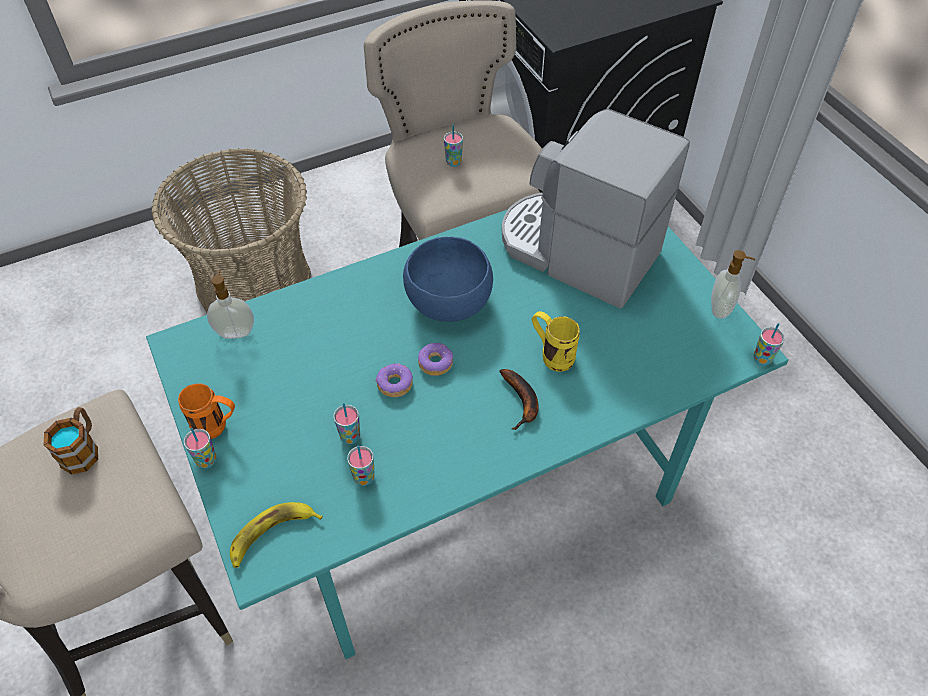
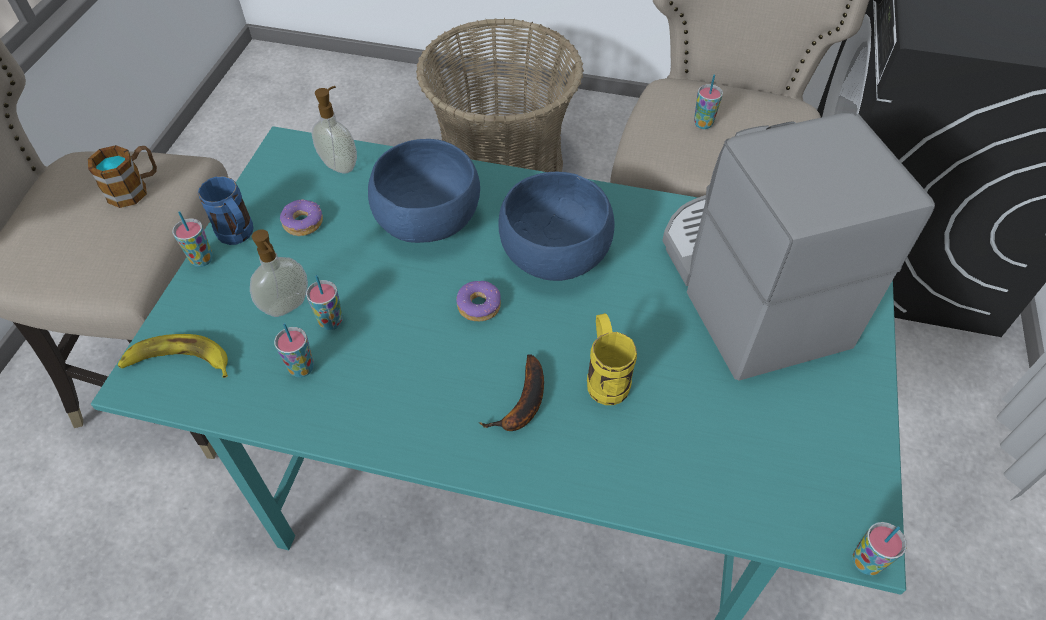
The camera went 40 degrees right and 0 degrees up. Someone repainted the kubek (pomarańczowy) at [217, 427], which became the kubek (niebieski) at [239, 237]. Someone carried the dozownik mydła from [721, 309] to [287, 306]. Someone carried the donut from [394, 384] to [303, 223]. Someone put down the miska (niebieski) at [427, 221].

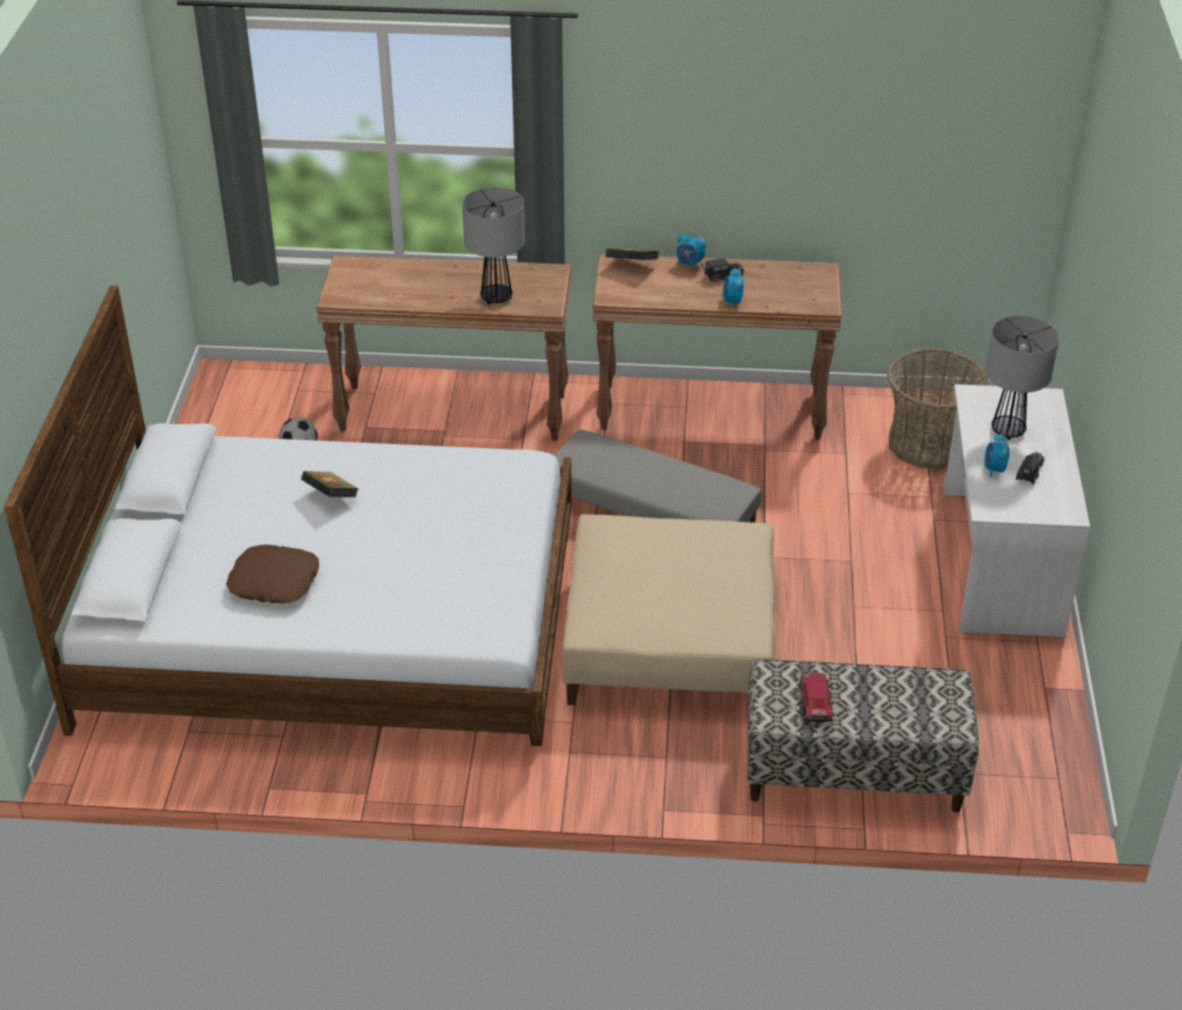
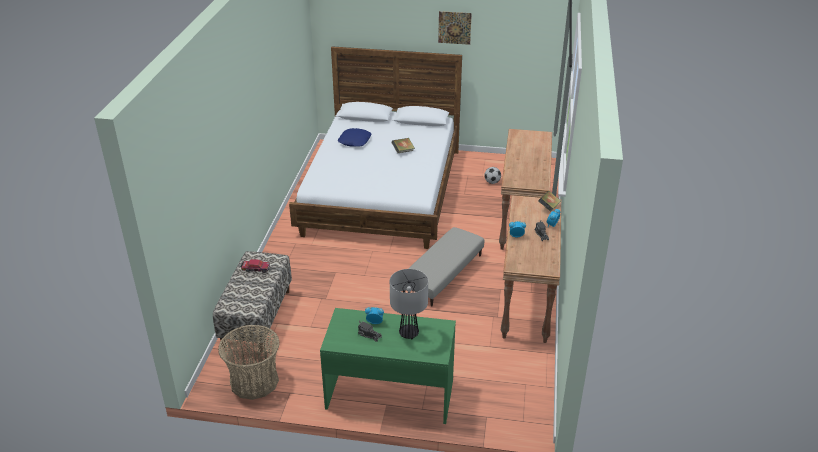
The camera went 95 degrees right and 5 degrees down. Someone carried the koszyk from [928, 443] to [254, 381]. Someone repainted the biurko (biały) at [999, 561], which became the biurko (zielony) at [390, 394]. Someone repainted the poduszka (brązowy) at [274, 581], which became the poduszka (niebieski) at [355, 141]. Someone put up the obraz at [454, 27]. Someone took away the lampa stołowa at [496, 298]. Someone took away the pufa (beżowy) at [670, 640].

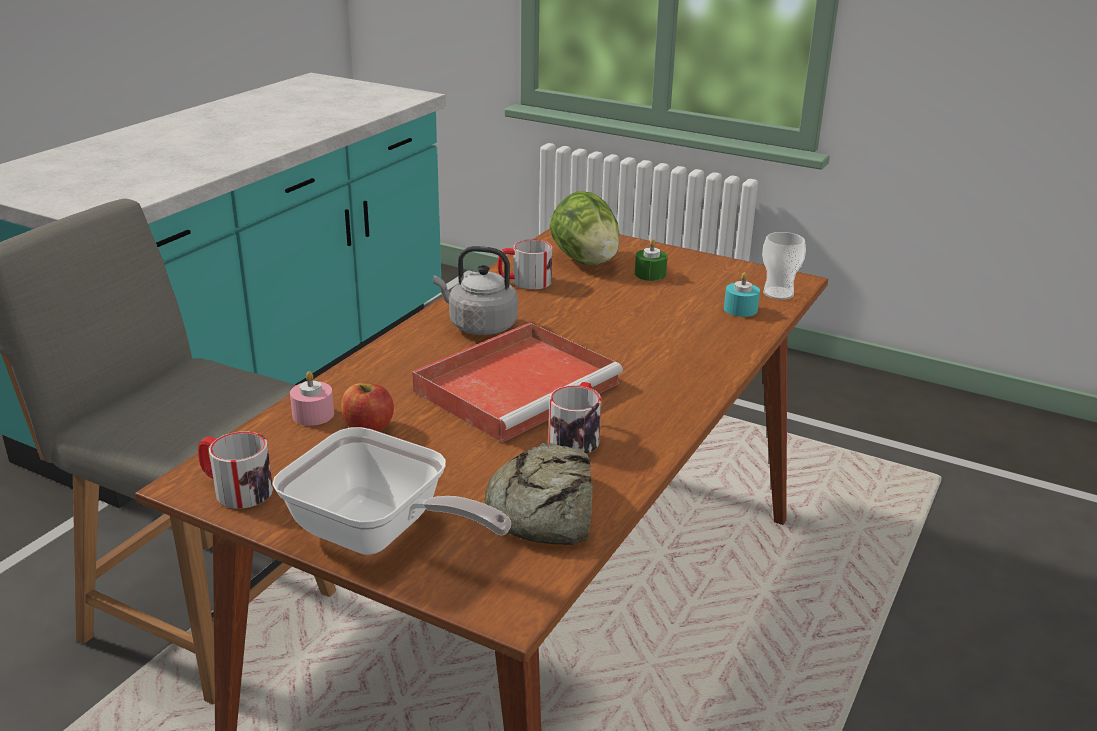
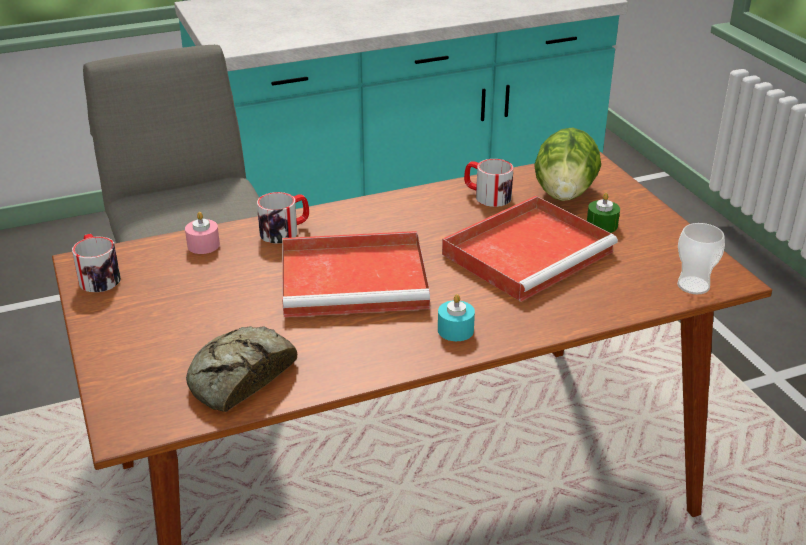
The camera went 40 degrees right and 5 degrees up. Someone carried the kubek from [577, 436] to [285, 231]. Someone carried the świeca (turkusowy) from [740, 309] to [455, 330]. Someone put down the taca (czerwony) at [529, 251]. Someone took away the patelnia at [379, 535]. Someone took away the jabłko at [368, 427]. Someone took away the czajnik (szary) at [479, 326].

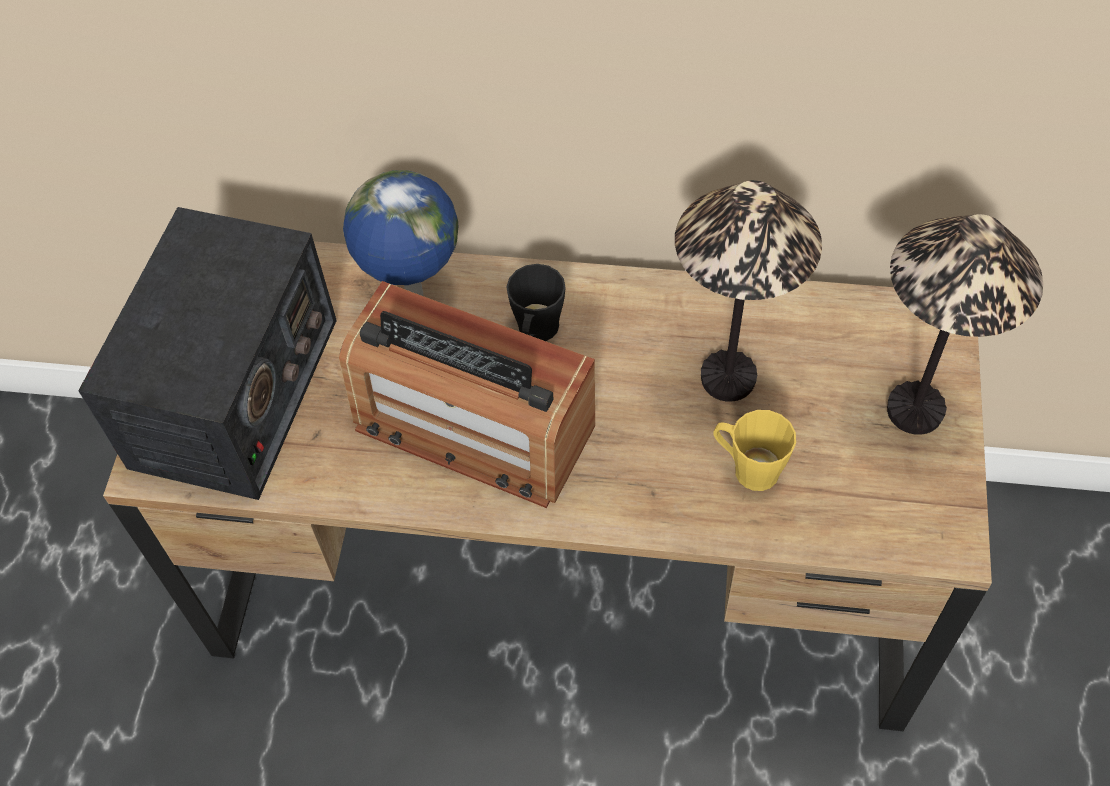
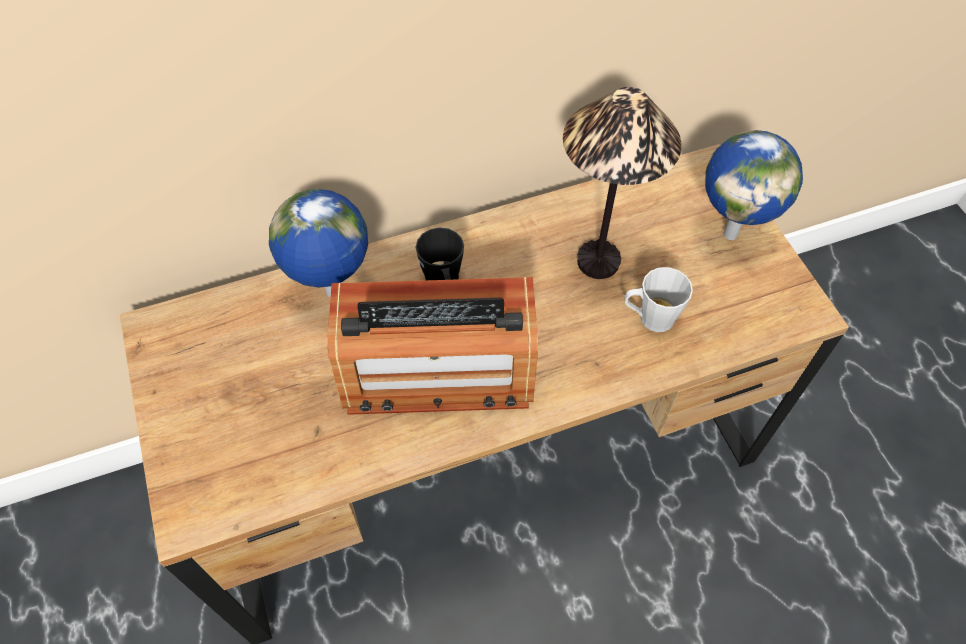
The camera went 30 degrees left and 0 degrees up. Someone repainted the kubek (żółty) at [748, 468], which became the kubek (szary) at [650, 318]. Someone swapped the lampa stołowa at [915, 409] for the globus at [731, 233]. Someone took away the radio at [234, 393].

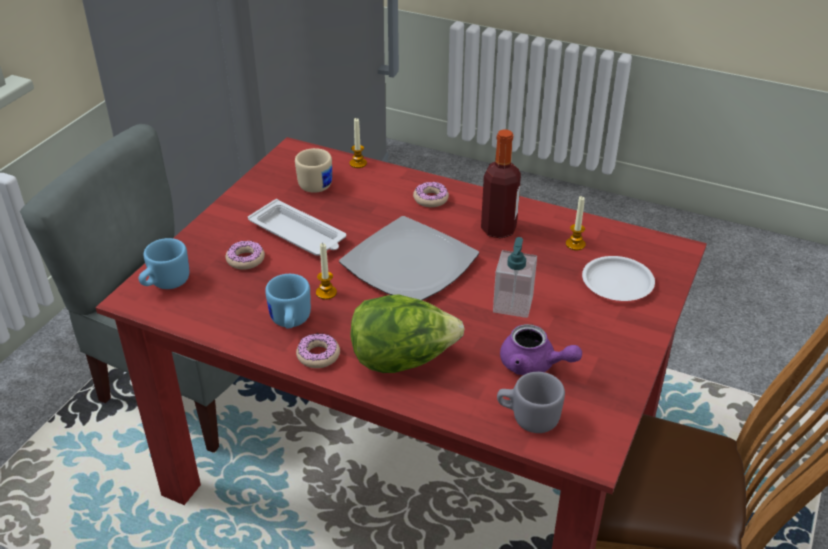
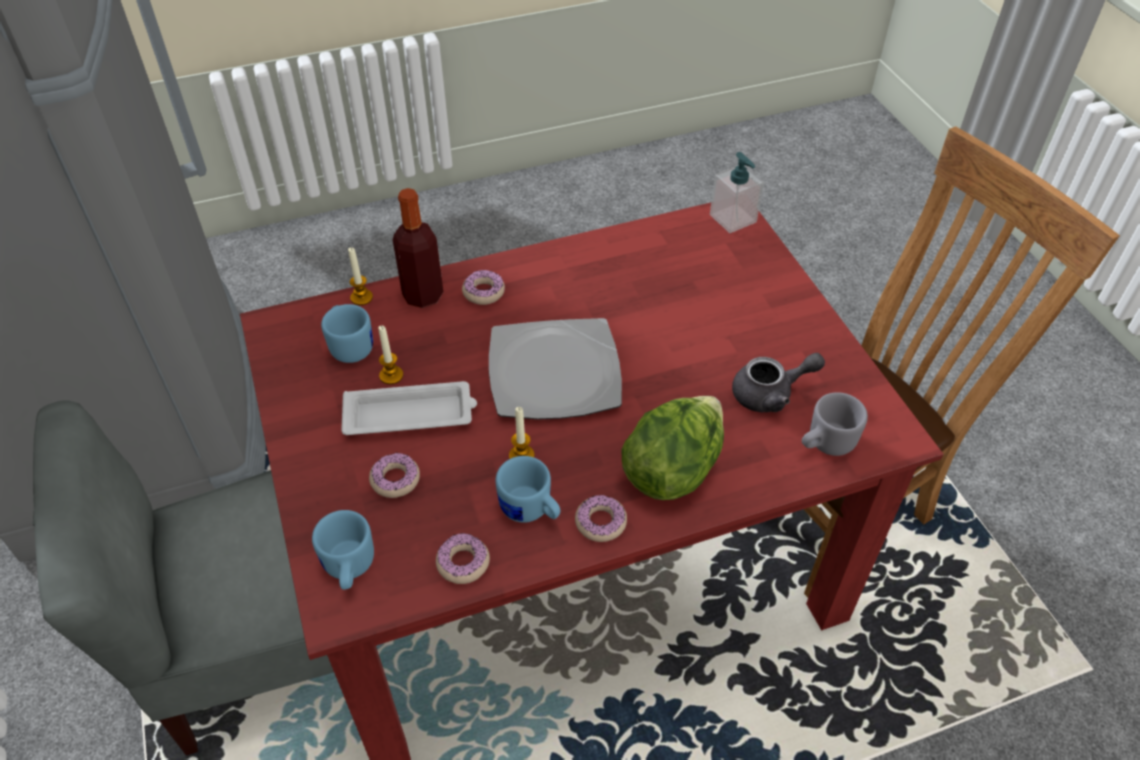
The camera went 45 degrees left and 10 degrees up. Someone repainted the kubek (beżowy) at [318, 183], which became the kubek (niebieski) at [350, 345]. Someone carried the świeca from [575, 244] to [391, 375]. Someone carried the butelka from [498, 229] to [423, 295]. Someone put down the donut at [463, 563]. Someone carried the dozownik mydła from [513, 304] to [733, 219]. Someone repainted the imbryk (fioletowy) at [534, 365], which became the imbryk (szary) at [770, 394]. Someone took away the talerz (biały) at [617, 283].

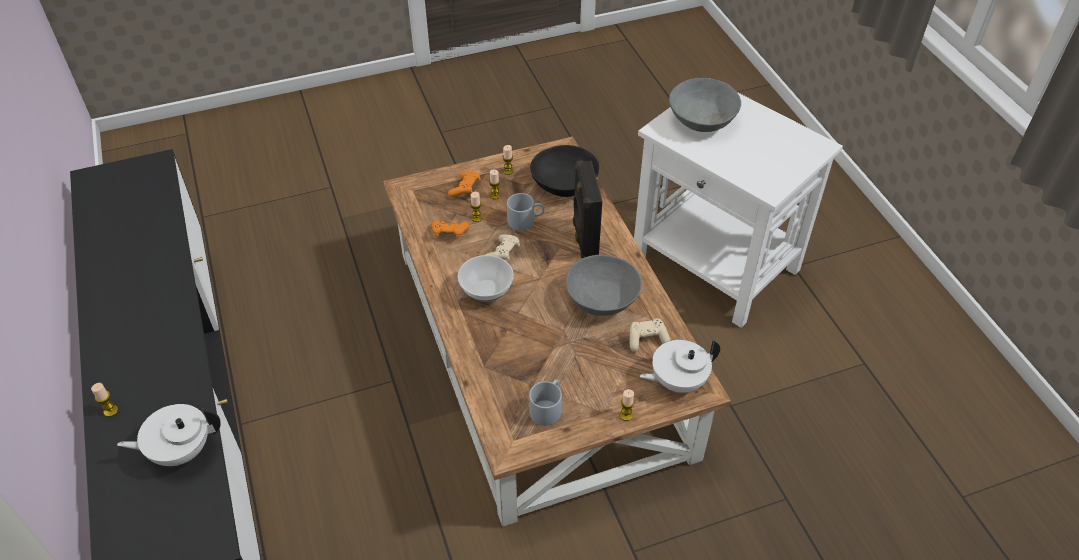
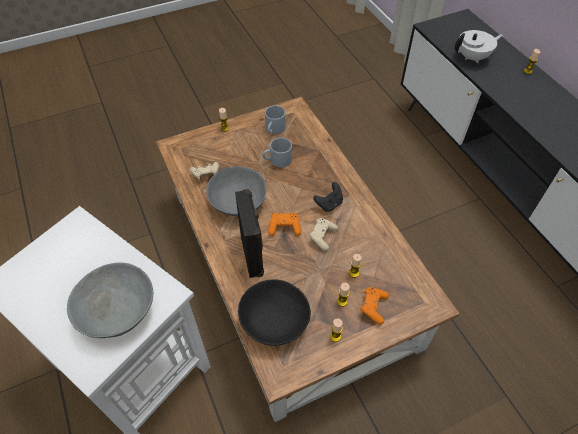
The camera went 175 degrees right and 5 degrees up. Someone carried the kubek (szary) from [525, 220] to [277, 160]. Someone carried the pad do gier (pomarańczowy) from [449, 234] to [284, 228]. Someone swapped the miska at [486, 290] for the pad do gier (czarny) at [329, 204]. Someone took away the imbryk (biały) at [677, 381].

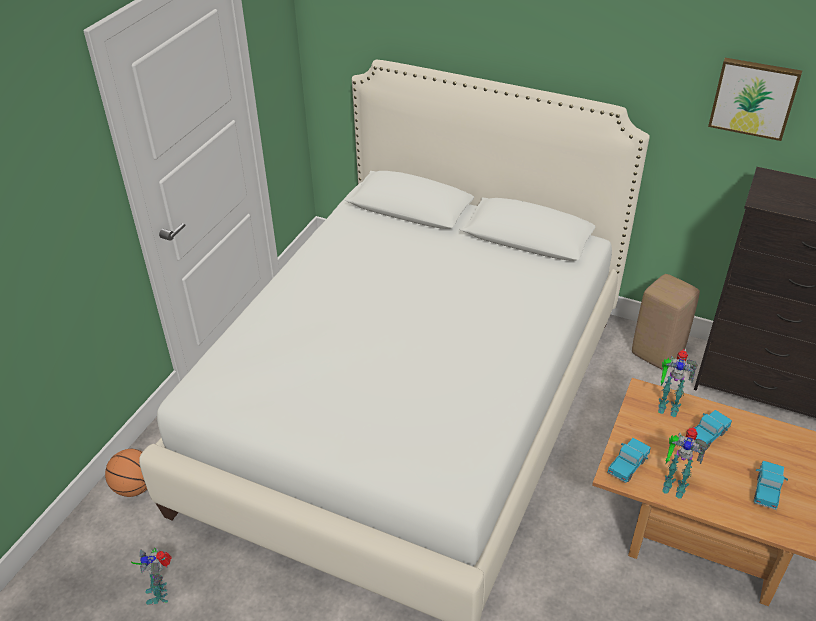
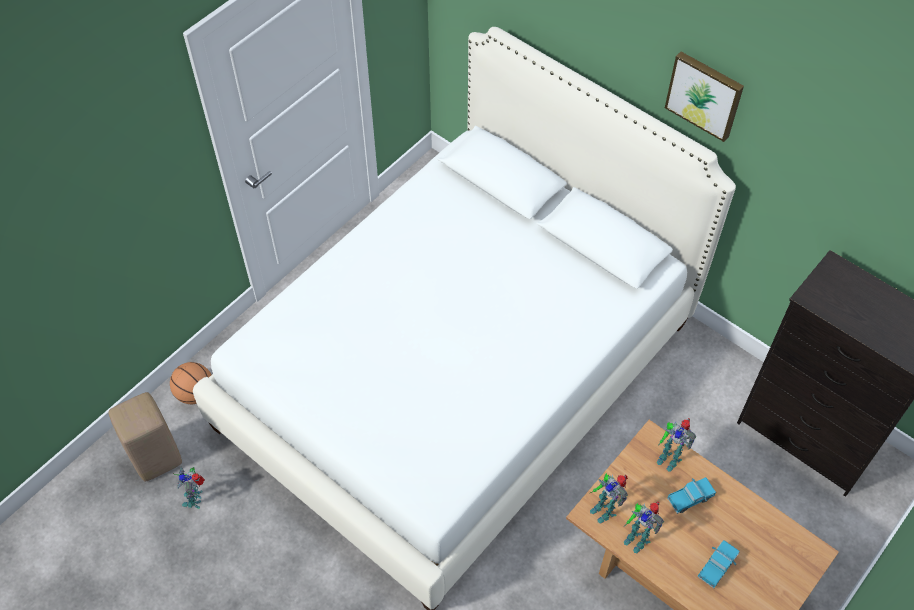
The camera went 15 degrees right and 15 degrees up. Someone carried the stołek (beżowy) from [658, 353] to [157, 458]. Someone swapped the ciężarówka zabawkowa at [628, 465] for the robot zabawkowy at [604, 509]. Someone carried the obraz from [754, 97] to [705, 94].

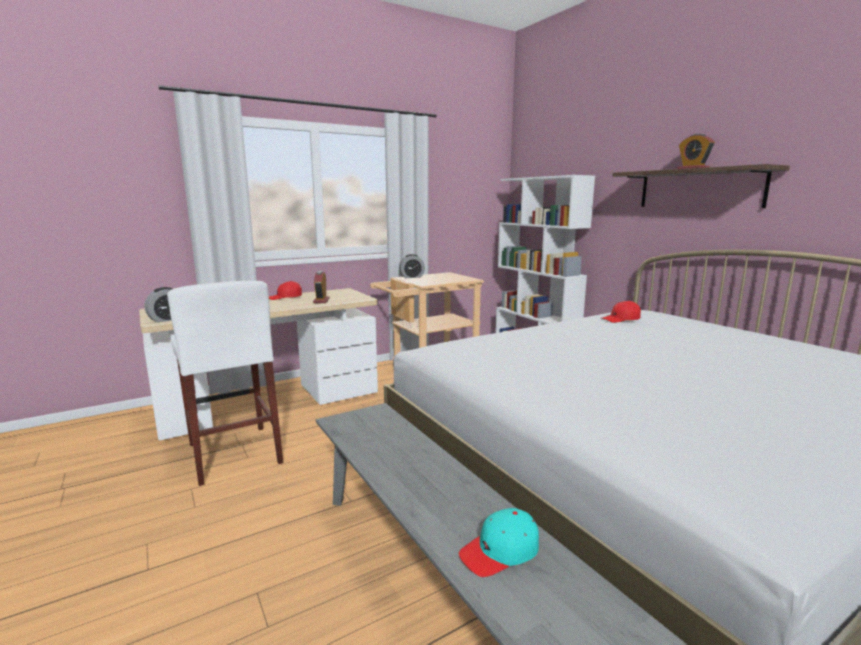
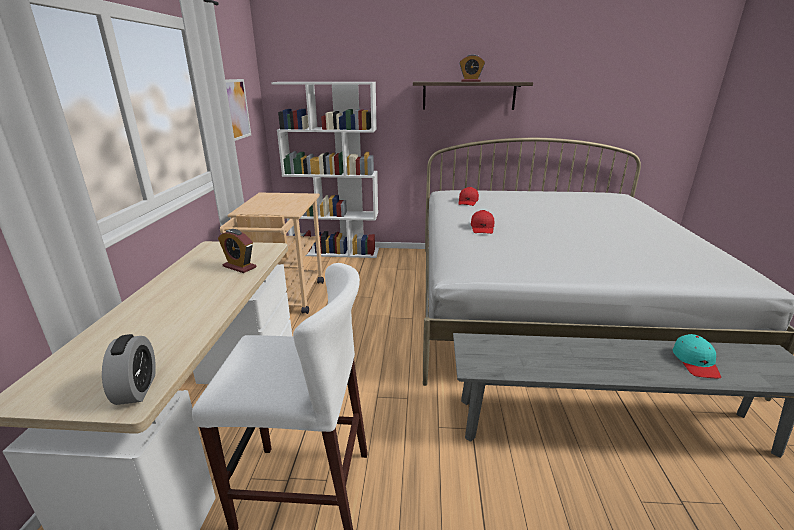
The camera went 55 degrees left and 10 degrees up. Someone put up the obraz at [237, 109]. Someone carried the czapka z daszkiem (czerwony) from [285, 297] to [482, 228]. Someone took away the budzik at [411, 277].

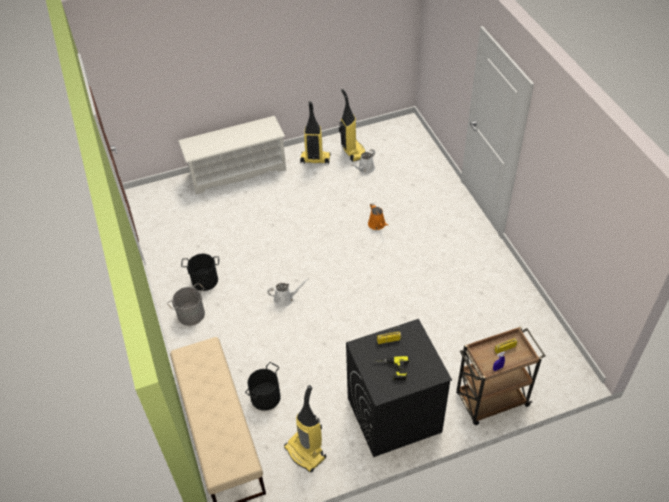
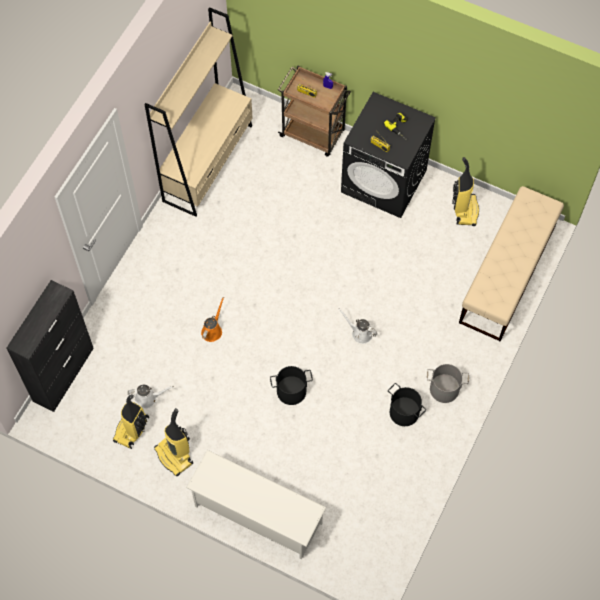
The camera went 135 degrees left and 15 degrees up. Someone put down the szafka (czarny) at [64, 374]. Someone put down the regał (beżowy) at [208, 163]. Someone carried the wiadro (czarny) from [266, 397] to [291, 390].

